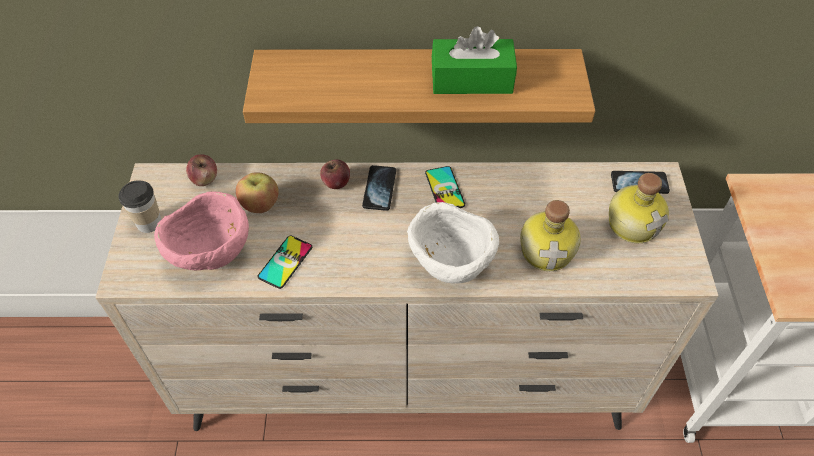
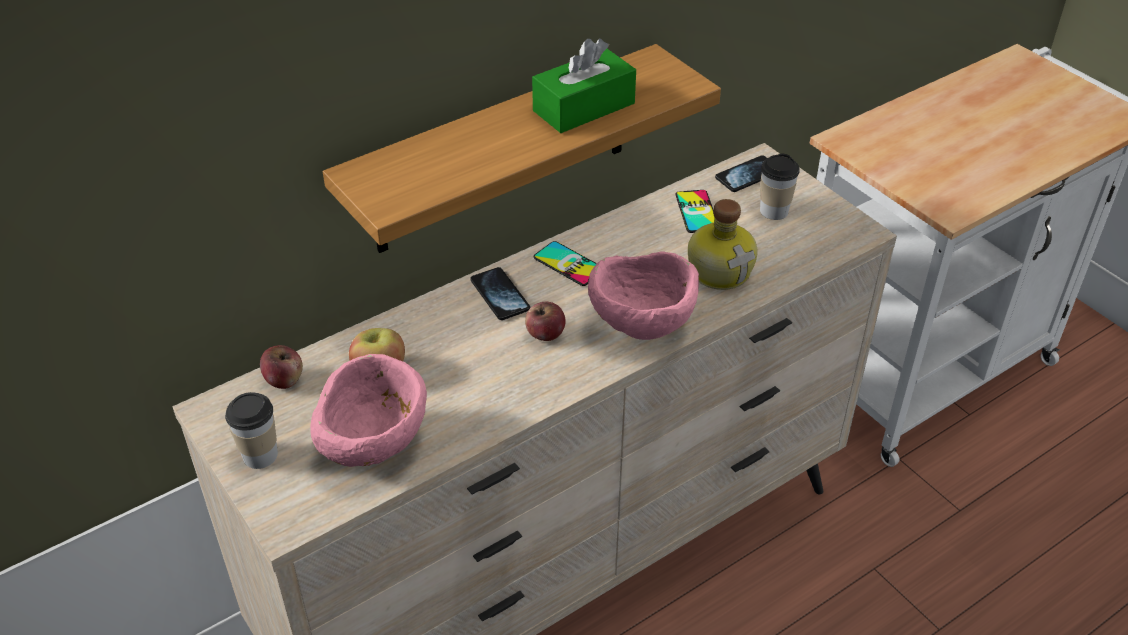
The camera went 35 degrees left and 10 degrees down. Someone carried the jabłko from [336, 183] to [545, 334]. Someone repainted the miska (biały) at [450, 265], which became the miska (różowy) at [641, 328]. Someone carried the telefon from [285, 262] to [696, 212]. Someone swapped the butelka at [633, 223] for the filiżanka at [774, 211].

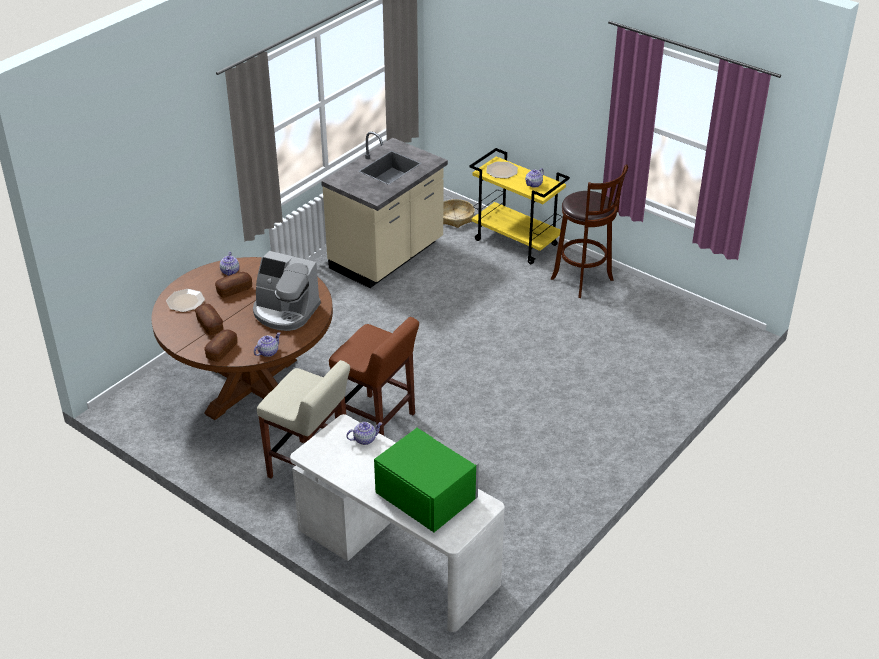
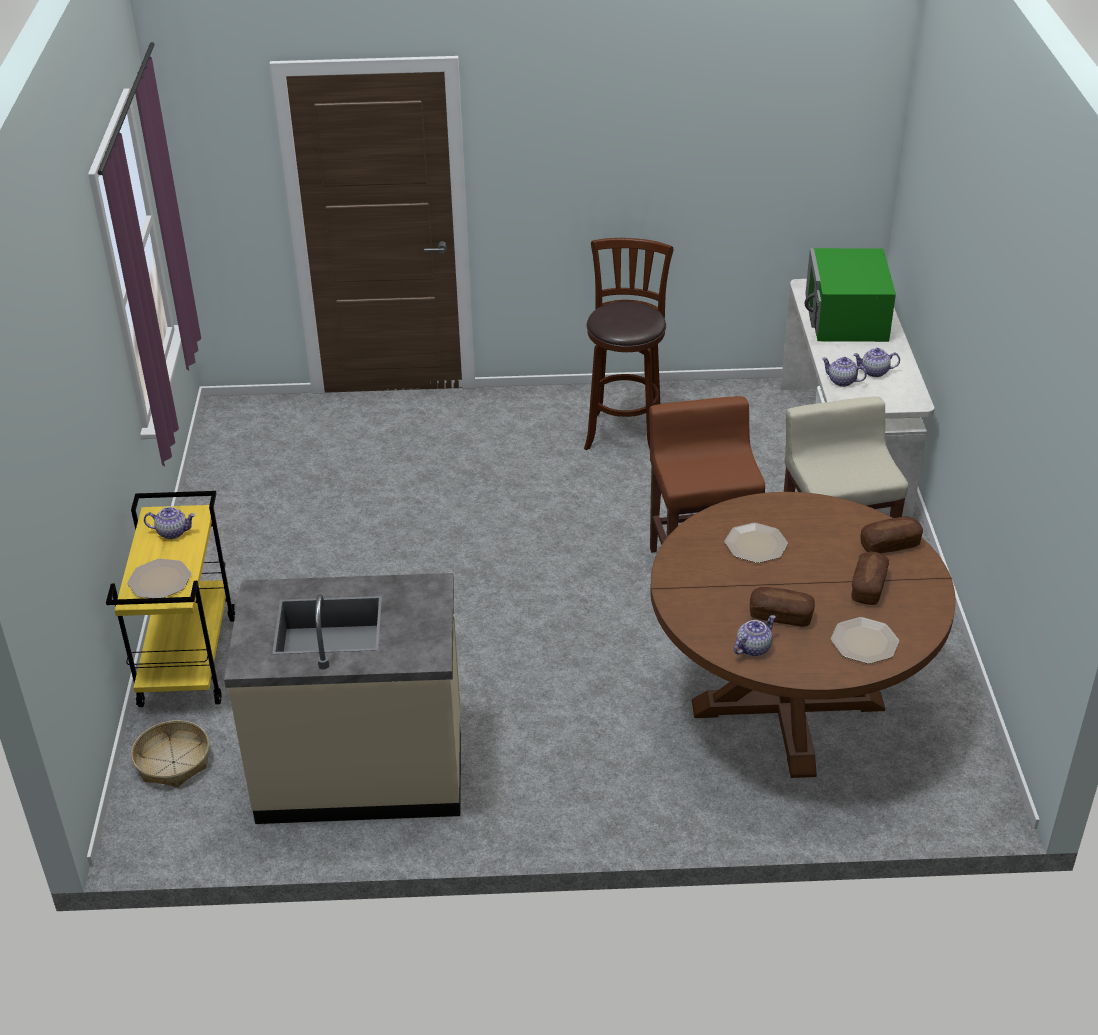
The camera went 130 degrees left and 0 degrees up. Someone carried the stołek (brązowy) from [584, 281] to [624, 431]. Someone swapped the ekspres do kawy at [285, 312] for the talerz at [755, 544]. Someone carried the imbryk from [268, 352] to [874, 372].

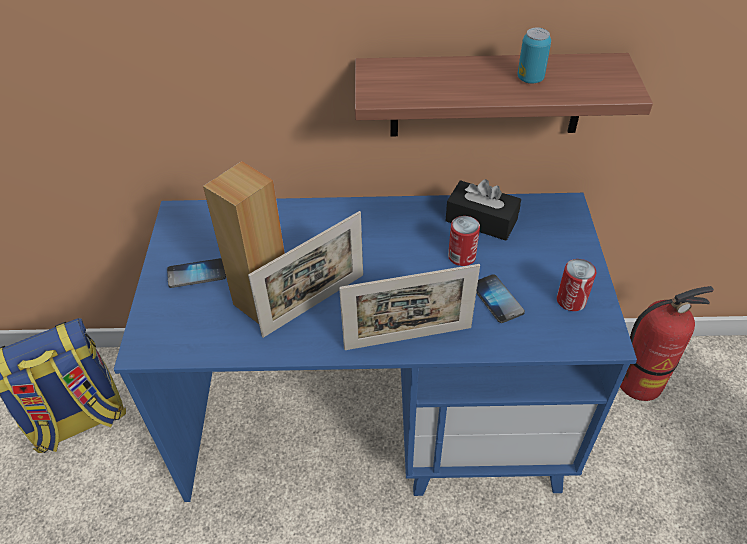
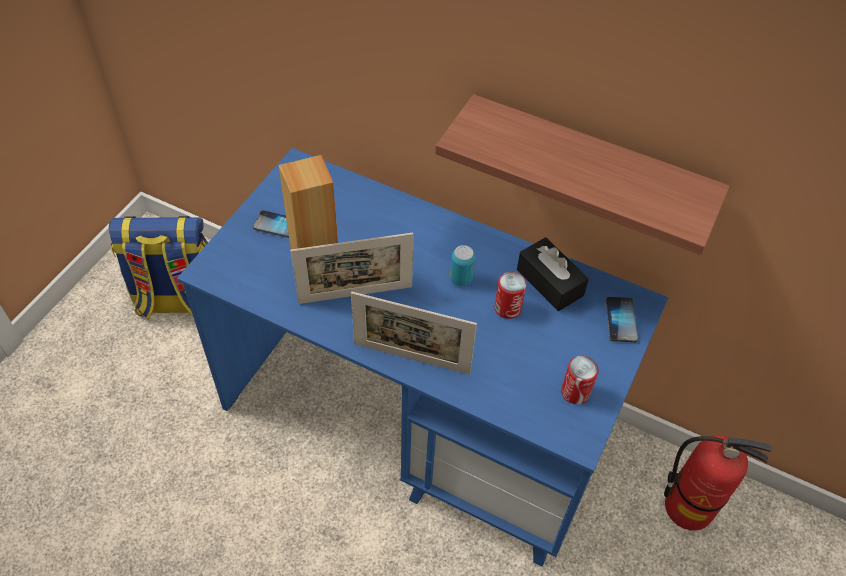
The camera went 25 degrees right and 5 degrees up. Someone carried the puszka from [530, 78] to [461, 279]. Someone carried the telefon from [496, 299] to [621, 320].

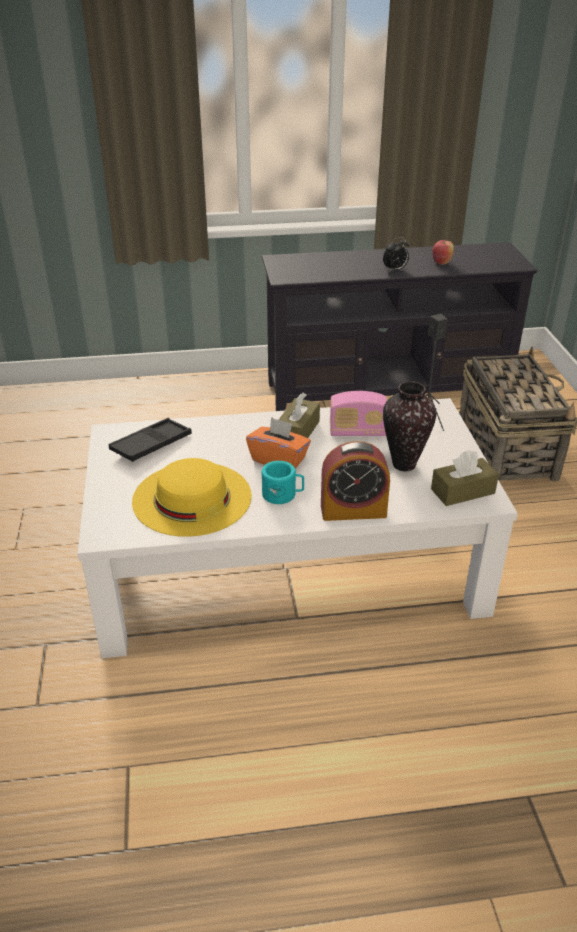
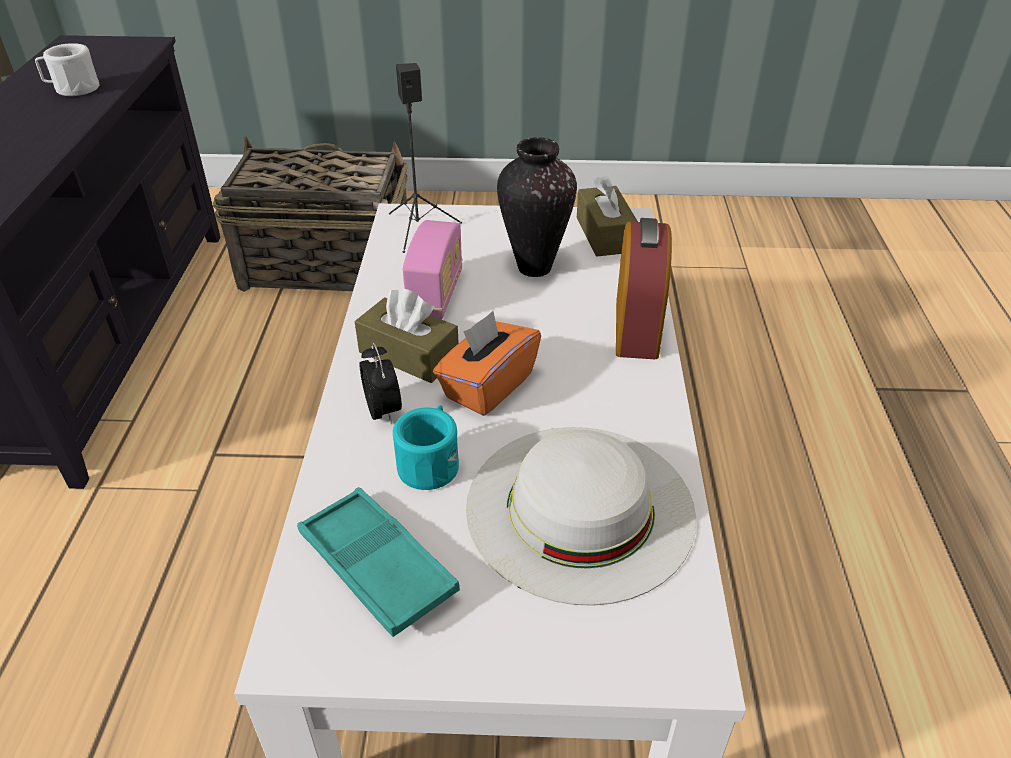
The camera went 80 degrees left and 5 degrees up. Someone swapped the jabłko at [441, 262] for the kubek (biały) at [72, 89]. Someone repainted the taca (czarny) at [151, 445], which became the taca (turkusowy) at [376, 566]. Someone carried the budzik from [395, 270] to [384, 411]. Someone carried the kubek (turkusowy) from [283, 495] to [430, 463]. Someone repainted the kapelusz (żółty) at [192, 498], which became the kapelusz (biały) at [580, 508].

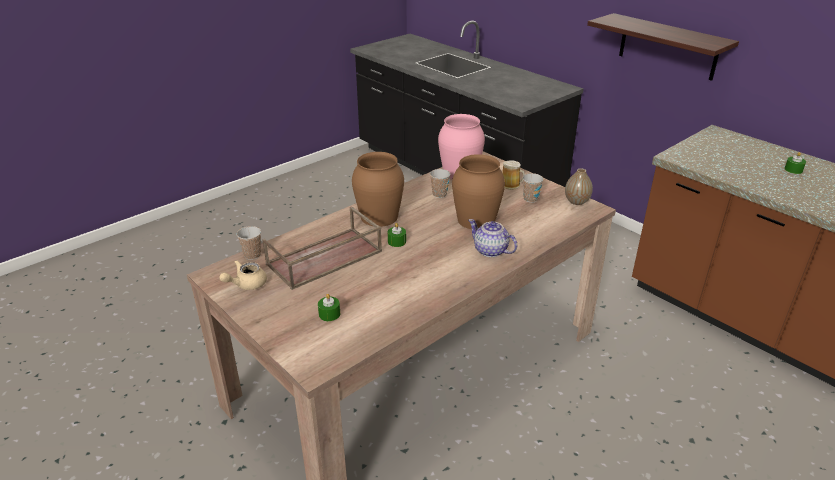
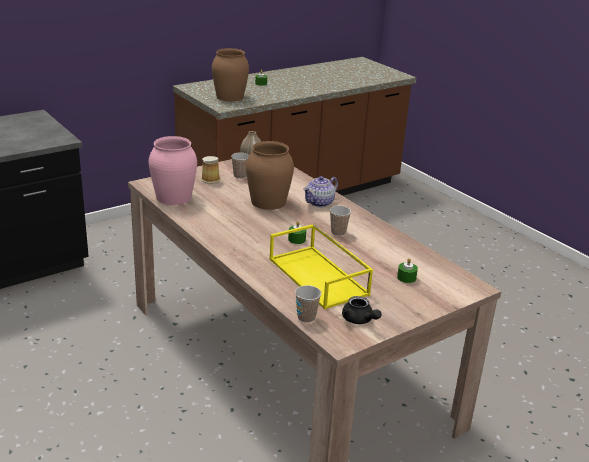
The camera went 85 degrees left and 5 degrees down. Someone carried the wazon (brązowy) from [379, 217] to [230, 97]. Someone repainted the taca (brązowy) at [324, 258], which became the taca (żółty) at [319, 277]. Someone carried the filiżanka from [439, 194] to [338, 232]. Someone repainted the imbryk (beżowy) at [246, 284], which became the imbryk (czarny) at [359, 320]. Someone took away the półka at [668, 47].

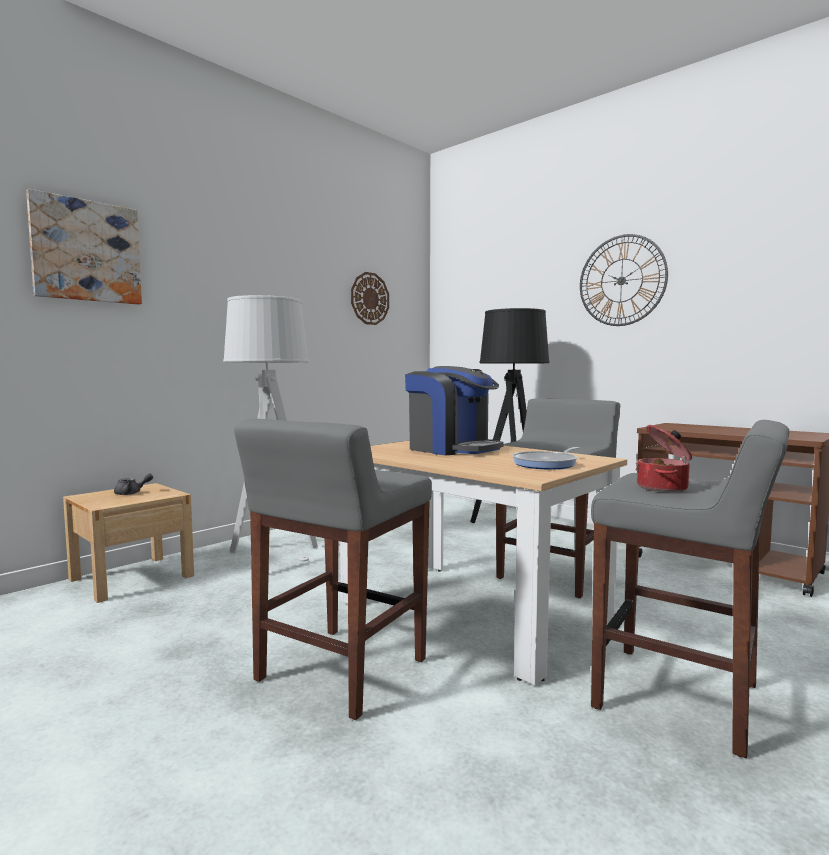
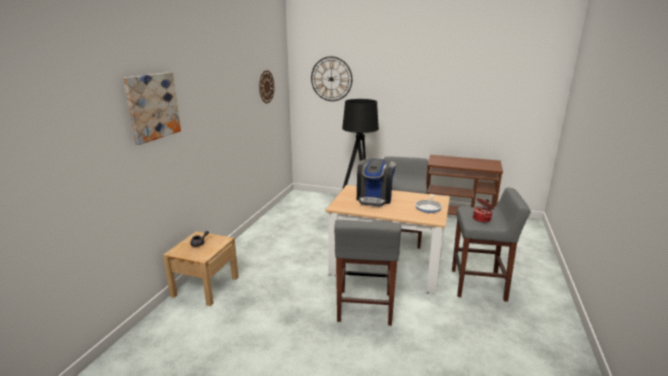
The camera went 25 degrees left and 15 degrees up. Someone carried the zegar ścienny from [621, 280] to [331, 79]. Someone rotated the ekspres do kawy at [452, 449] by 90 degrees clockwise. Someone took away the lampa stojąca (szary) at [272, 557].

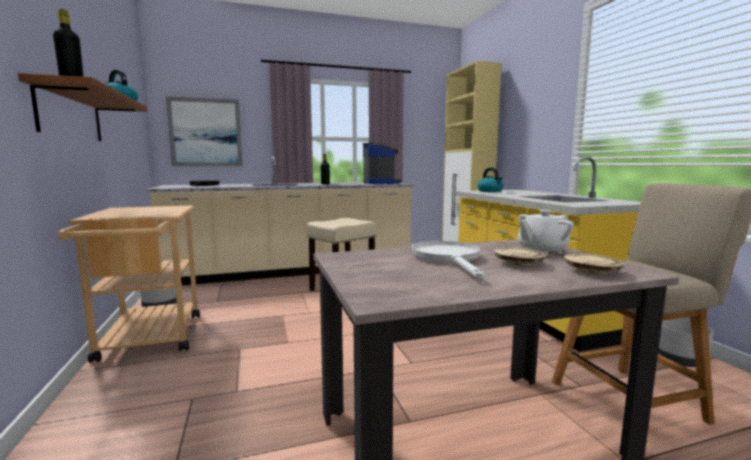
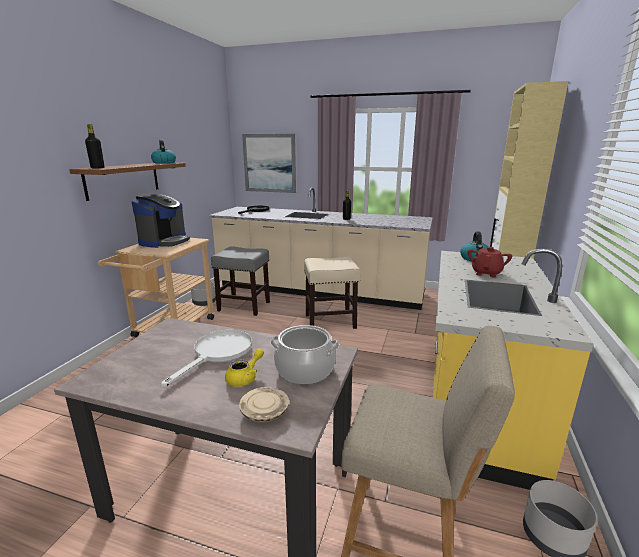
The camera went 35 degrees right and 10 degrees up. Someone carried the ekspres do kawy from [381, 183] to [164, 241]. Someone put down the stołek (szary) at [244, 306]. Someone swapped the talerz (beżowy) at [518, 263] for the imbryk (żółty) at [245, 378]. Someone swapped the imbryk (biały) at [541, 251] for the garnek at [305, 369]. Someone put down the imbryk (czerwony) at [486, 273].

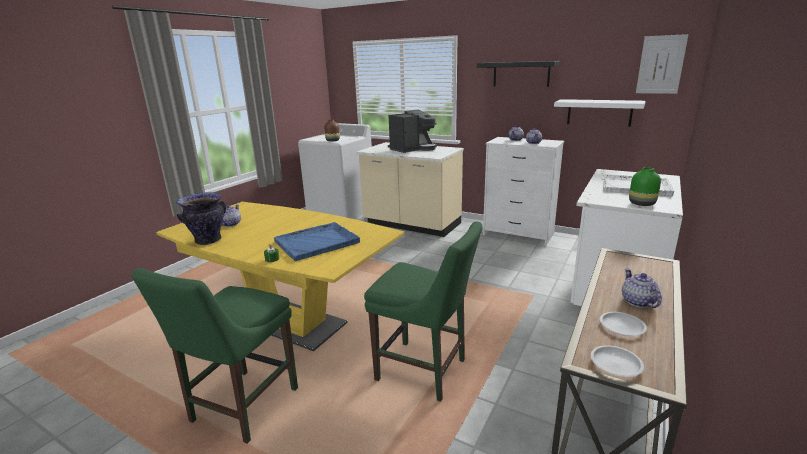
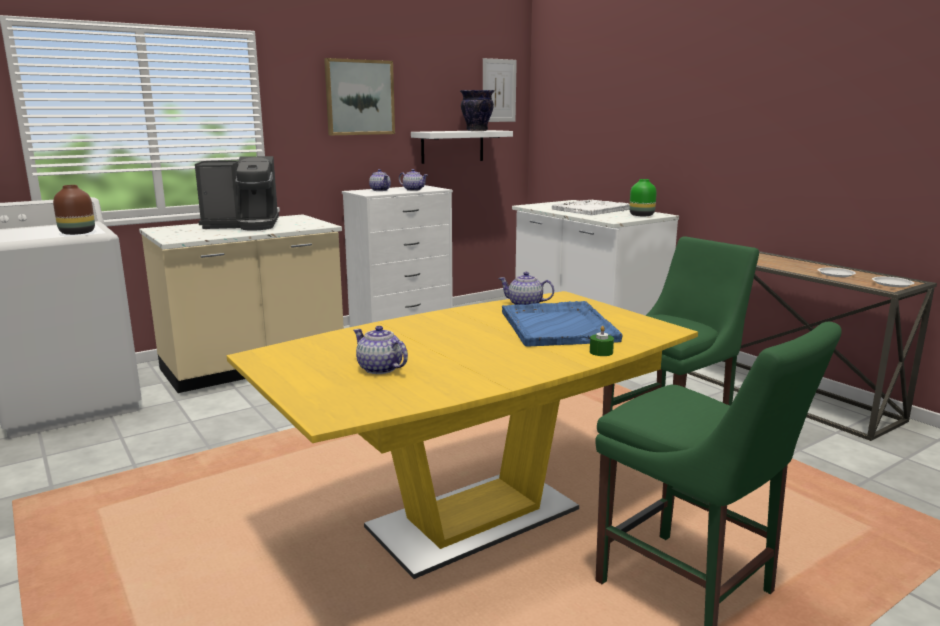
The camera went 65 degrees left and 5 degrees down. Someone rotated the ekspres do kawy at [413, 149] by 90 degrees clockwise. Someone swapped the półka (czarny) at [521, 74] for the obraz at [359, 97]. Someone carried the wazon from [208, 240] to [476, 130]. Someone carried the imbryk from [638, 302] to [525, 304].

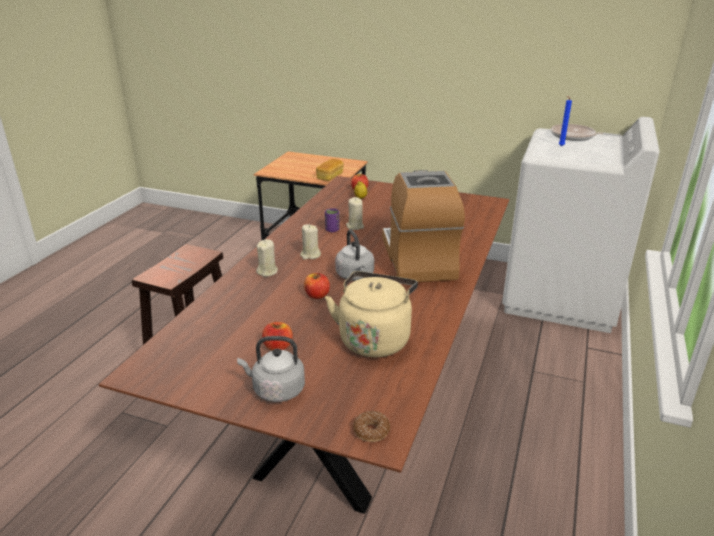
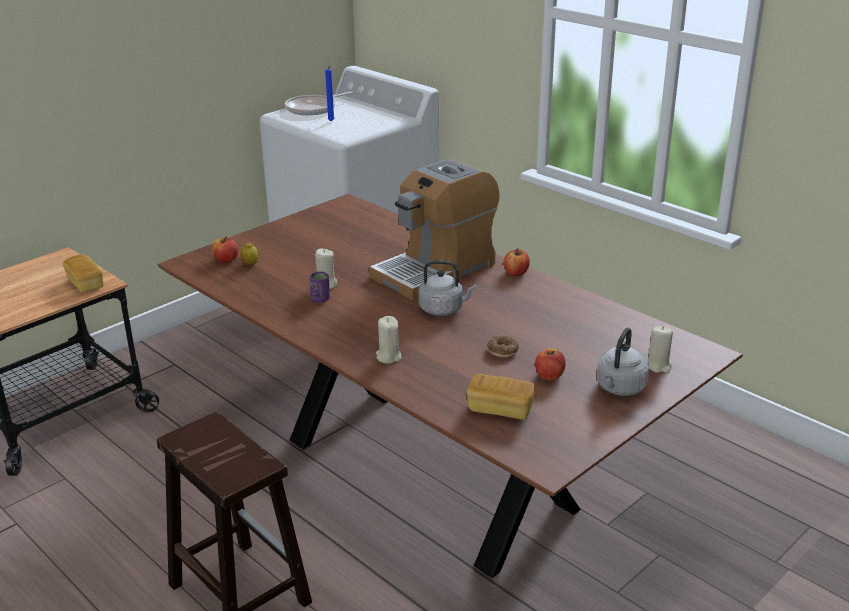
The camera went 65 degrees left and 0 degrees up. Someone rotated the ekspres do kawy at [418, 258] by 60 degrees counterclockwise. Someone put down the chleb at [500, 409]. Someone carried the donut from [371, 431] to [502, 351]. Someone carried the jabłko from [317, 295] to [516, 273]. Someone carried the świeca (beżowy) from [310, 255] to [658, 366]. Someone took away the czajnik (beżowy) at [375, 338].

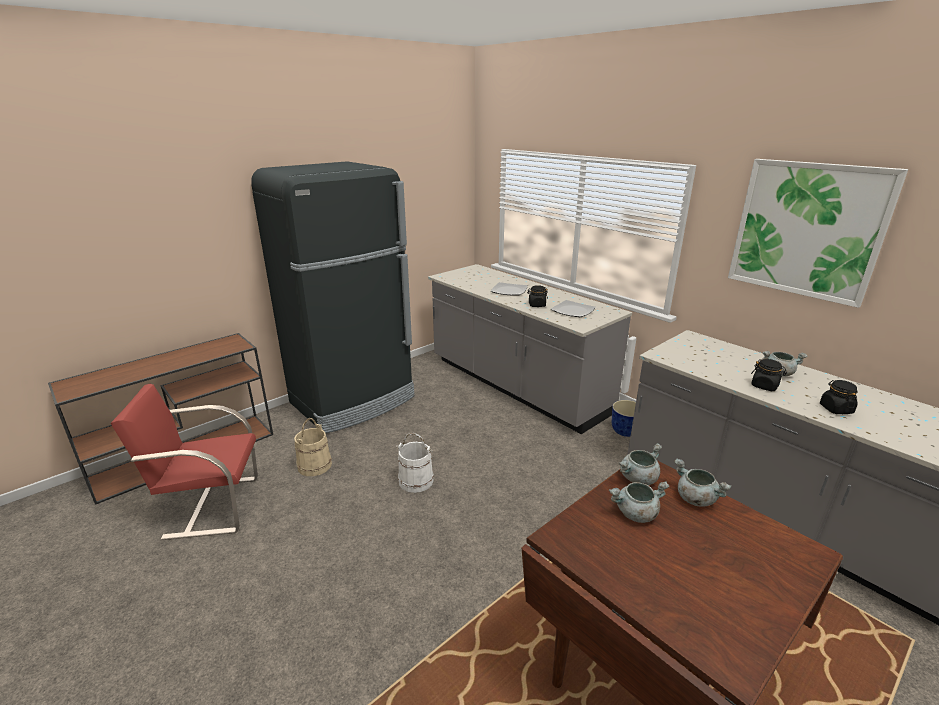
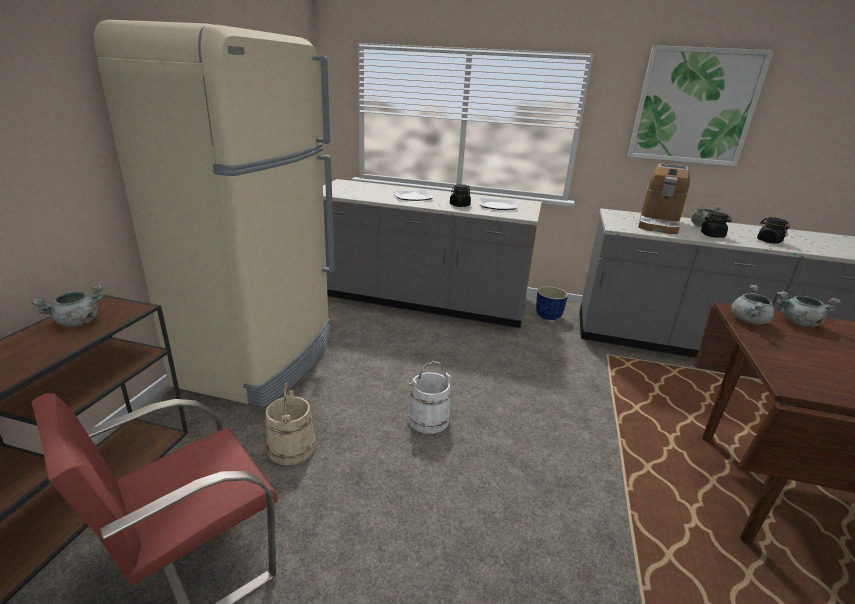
The camera went 35 degrees left and 0 degrees up. Someone carried the garnek (szary) from [635, 514] to [77, 322]. Someone repainted the lodówka (czarny) at [354, 400], which became the lodówka (beżowy) at [260, 360]. Someone put down the ekspres do kawy at [658, 224].

